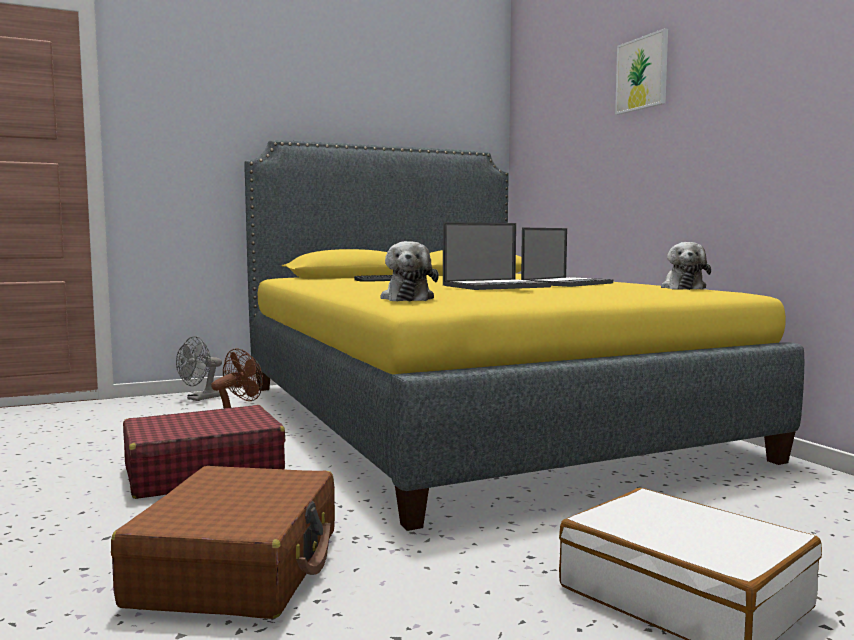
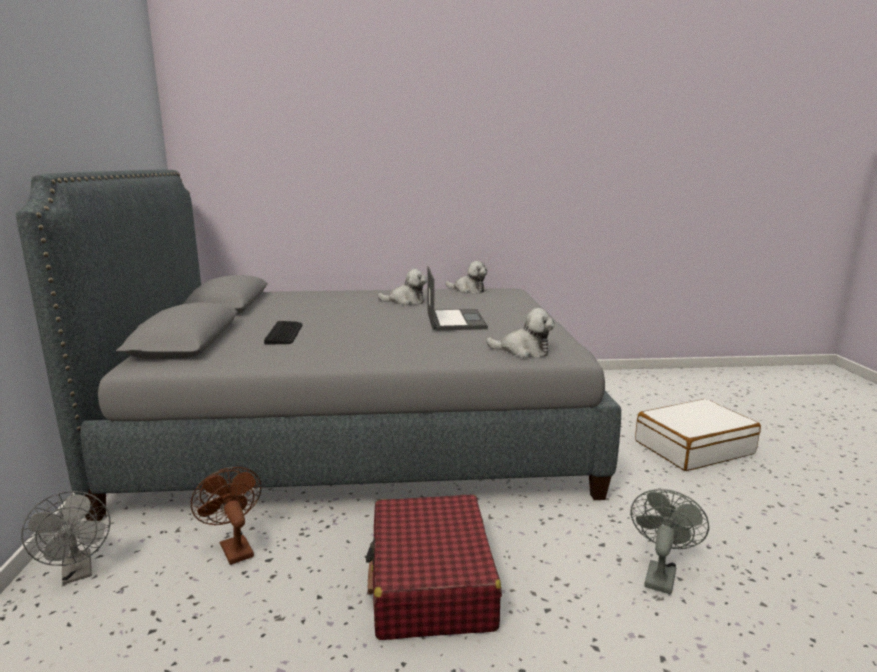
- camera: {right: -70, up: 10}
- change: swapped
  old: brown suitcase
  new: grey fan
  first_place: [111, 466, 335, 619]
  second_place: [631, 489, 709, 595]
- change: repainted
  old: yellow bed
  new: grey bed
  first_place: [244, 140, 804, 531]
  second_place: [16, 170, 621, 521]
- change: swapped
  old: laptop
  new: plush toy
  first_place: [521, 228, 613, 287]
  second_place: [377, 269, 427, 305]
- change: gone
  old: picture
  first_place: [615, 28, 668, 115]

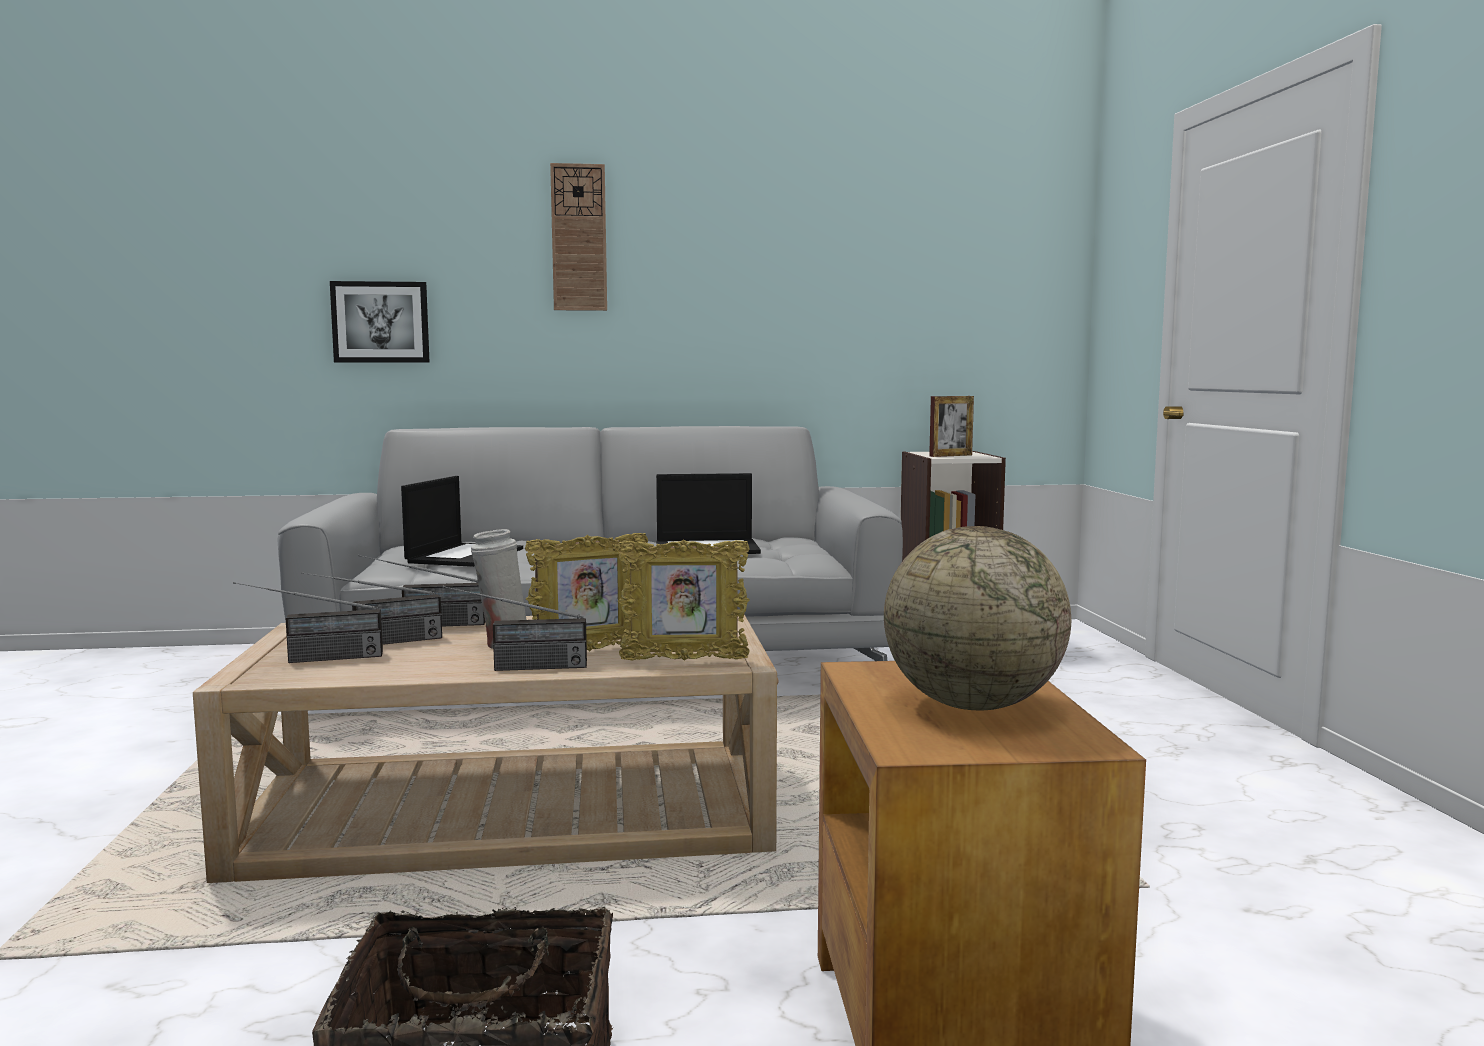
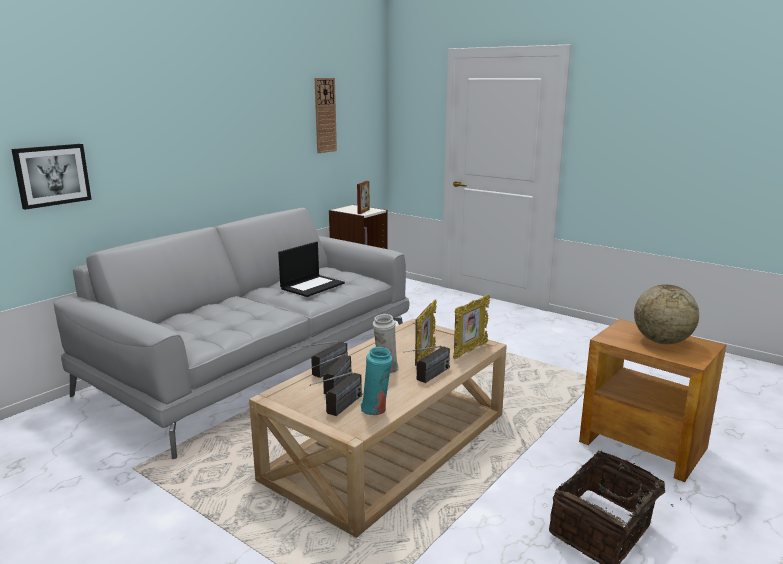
- camera: {right: -45, up: 10}
- change: gone
  old: laptop
  first_place: [401, 476, 523, 567]
- change: shifted
  old: wall clock
  first_place: [550, 163, 607, 311]
  second_place: [315, 78, 337, 153]
- change: new
  new: turquoise vase
  second_place: [361, 347, 393, 415]

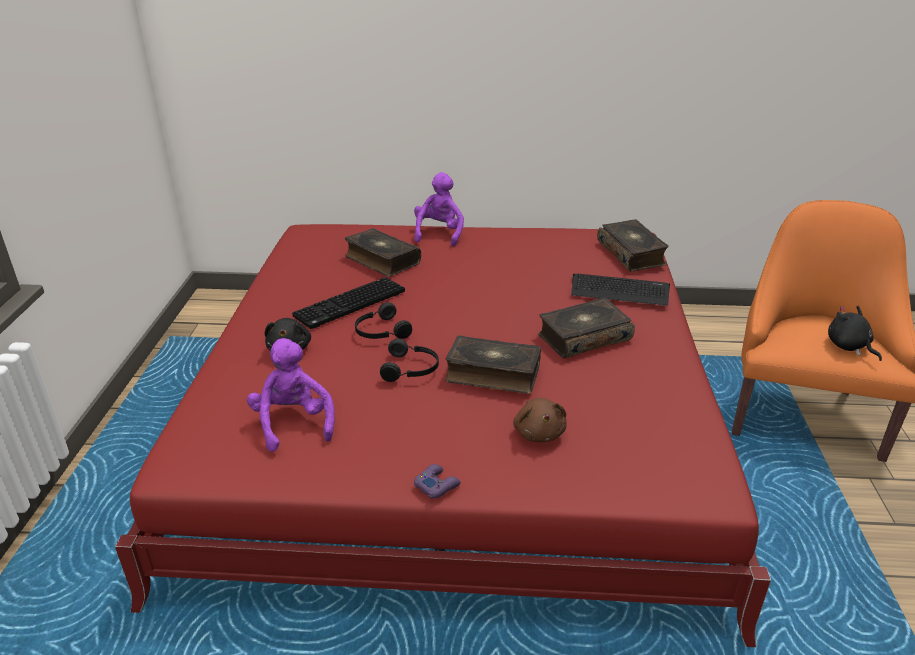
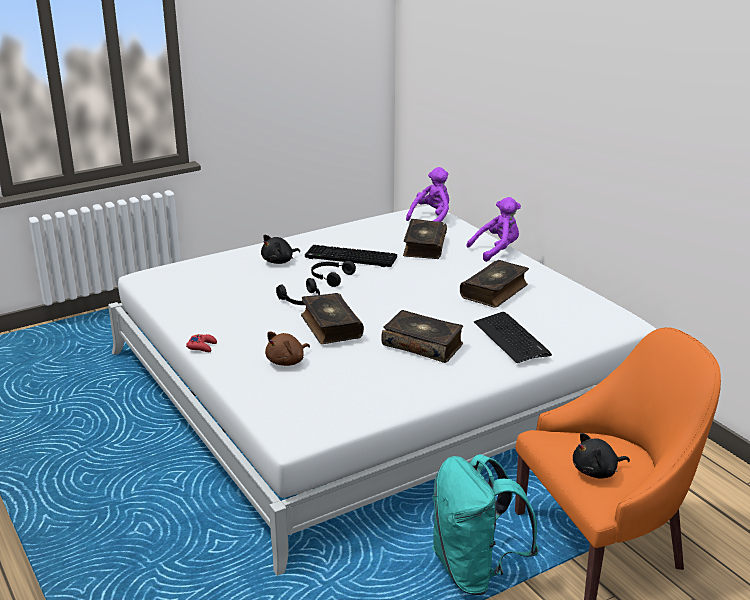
- camera: {right: 55, up: -5}
- change: repainted
  old: red bed
  new: white bed
  first_place: [115, 224, 771, 647]
  second_place: [108, 205, 656, 576]
- change: shifted
  old: purple plush toy
  first_place: [247, 338, 335, 452]
  second_place: [406, 167, 449, 222]
- change: repainted
  old: purple game controller
  new: red game controller
  first_place: [414, 464, 461, 499]
  second_place: [186, 334, 217, 352]
- change: shifted
  old: book
  first_place: [597, 219, 669, 271]
  second_place: [460, 260, 529, 307]
- change: rotated
  old: black plush toy
  first_place: [828, 306, 882, 361]
  second_place: [573, 433, 630, 479]
  degrees: -135
- change: new
  new: turquoise backpack
  second_place: [432, 454, 539, 595]

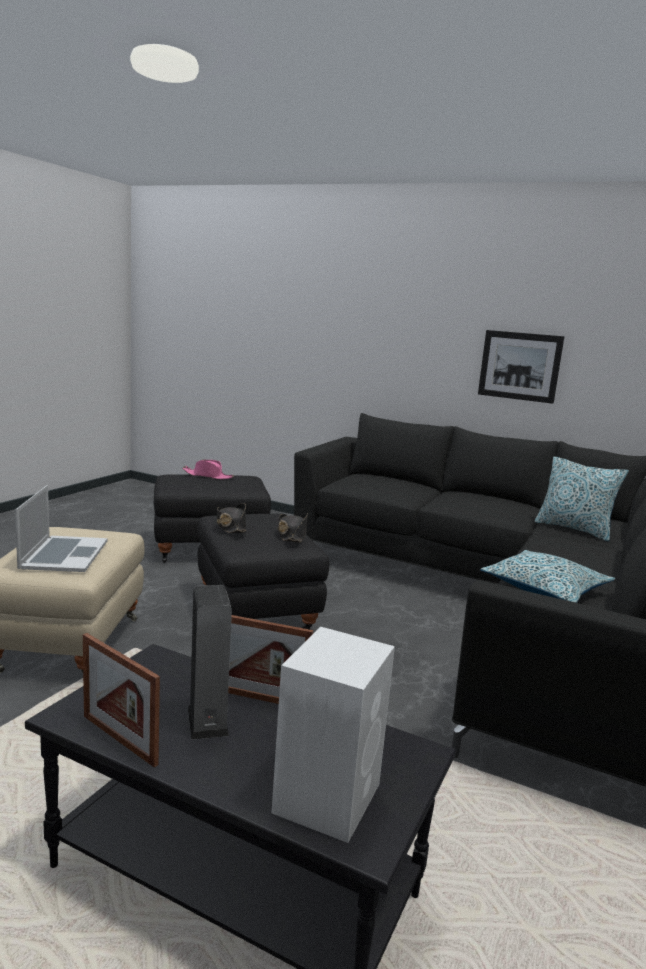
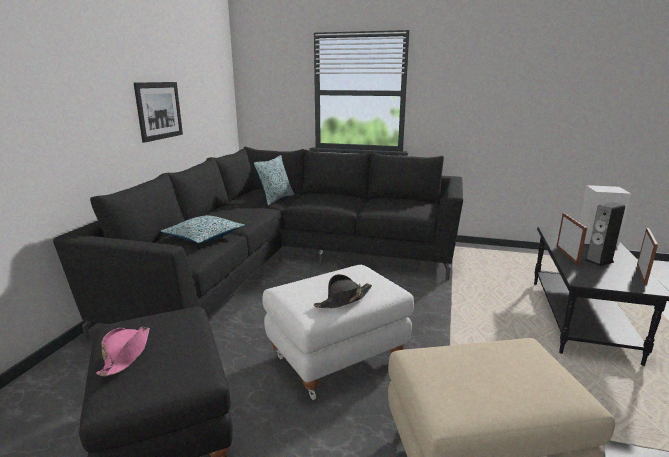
- camera: {right: -100, up: 5}
- change: gone
  old: laptop
  first_place: [15, 485, 107, 572]
- change: repainted
  old: black ottoman
  new: white ottoman
  first_place: [198, 514, 329, 630]
  second_place: [262, 265, 414, 400]
- change: gone
  old: black hat
  first_place: [278, 513, 308, 543]
- change: shifted
  old: pillow
  first_place: [480, 550, 615, 603]
  second_place: [161, 215, 245, 244]

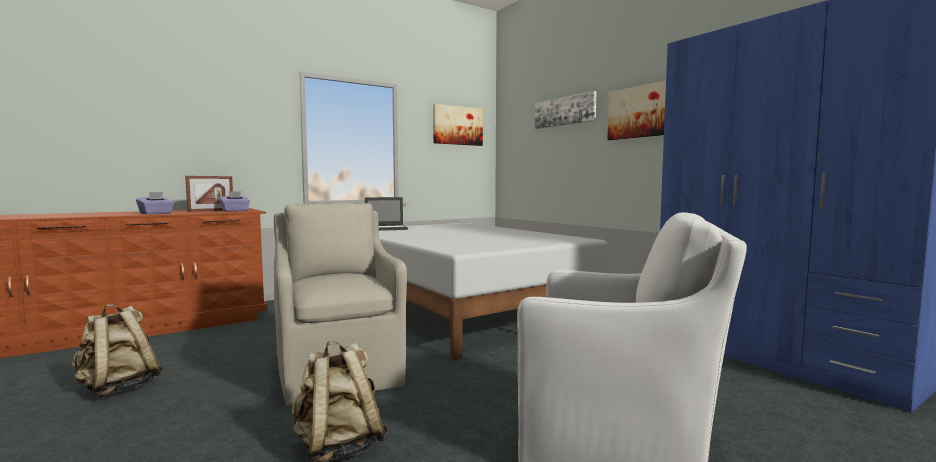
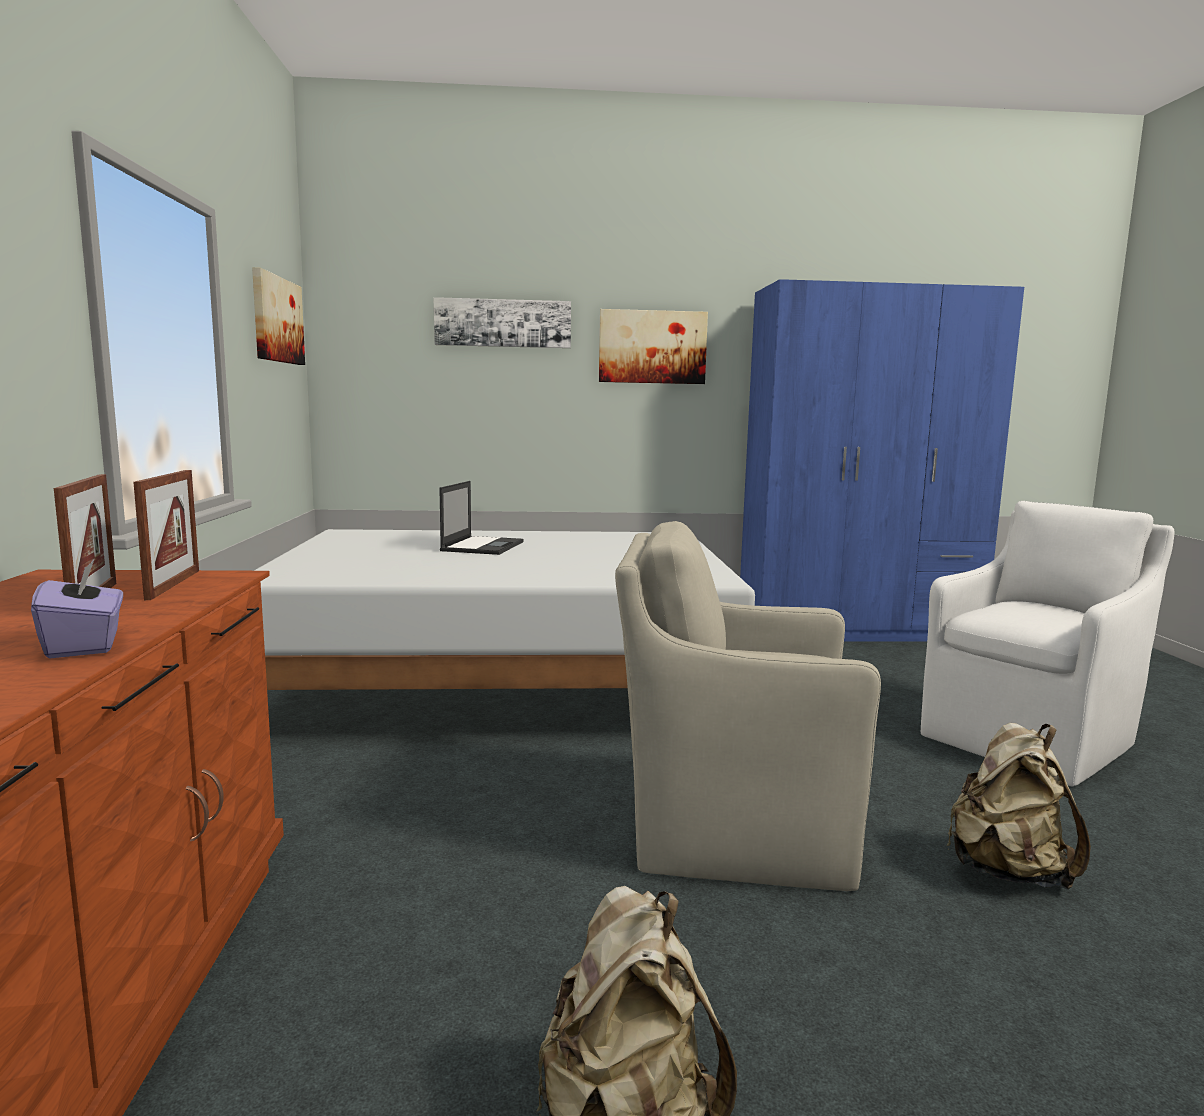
- camera: {right: -60, up: 5}
- change: swapped
  old: purple tissue box
  new: picture frame
  first_place: [219, 191, 250, 212]
  second_place: [133, 470, 199, 600]
- change: shifted
  old: laptop
  first_place: [365, 197, 408, 231]
  second_place: [439, 481, 523, 555]

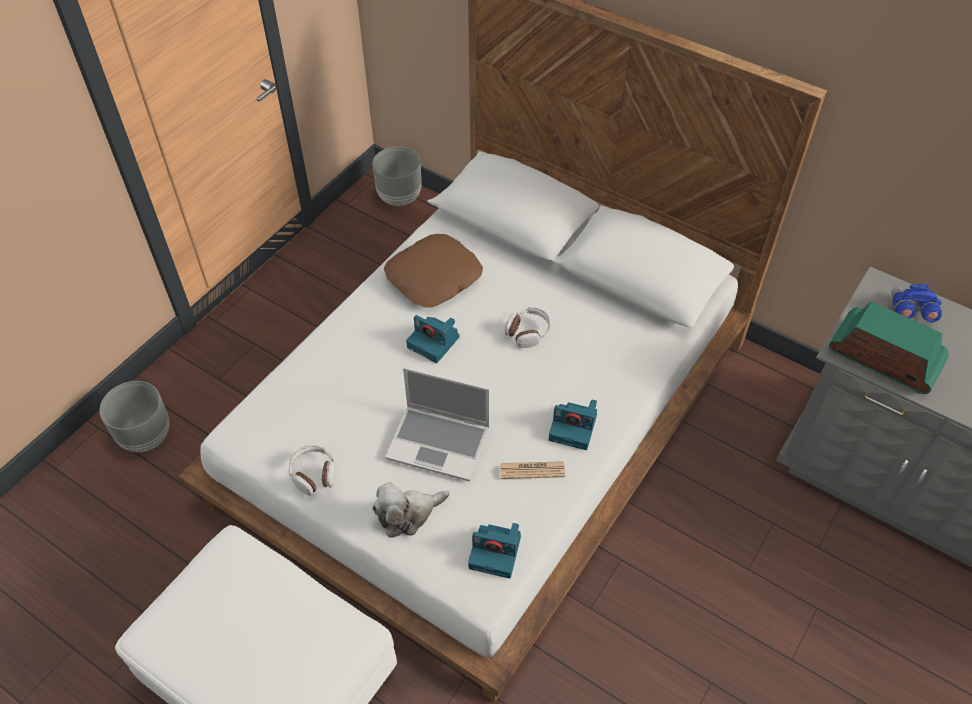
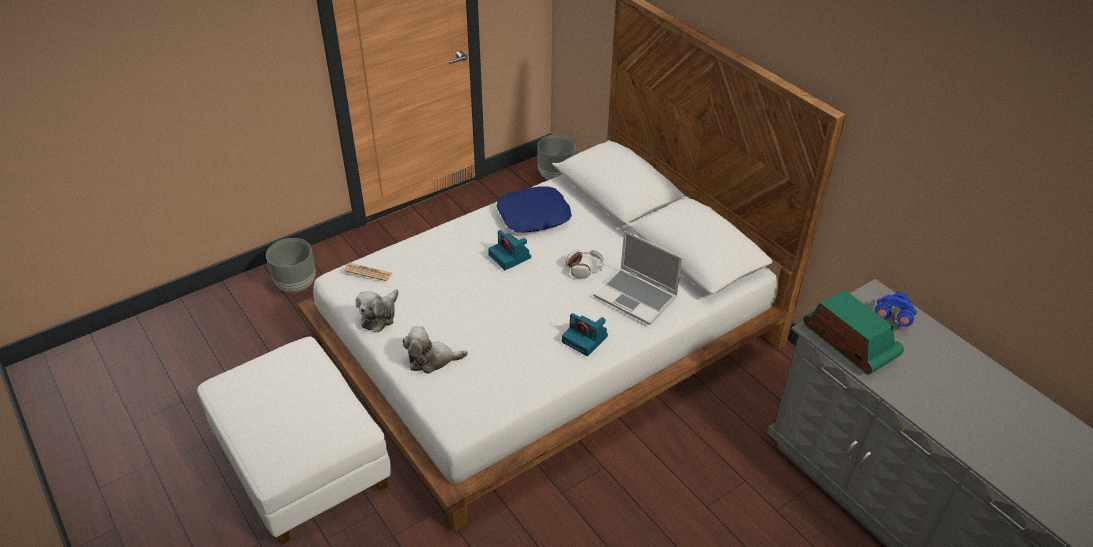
- camera: {right: 20, up: -10}
- change: swapped
  old: headphones
  new: plush toy
  first_place: [289, 445, 336, 496]
  second_place: [356, 289, 398, 333]
- change: repainted
  old: brown pillow
  new: blue pillow
  first_place: [384, 234, 483, 307]
  second_place: [496, 186, 572, 233]
- change: shifted
  old: laptop
  first_place: [385, 367, 490, 482]
  second_place: [593, 231, 682, 325]
- change: gone
  old: photo camera
  first_place: [468, 523, 521, 579]
- change: shifted
  old: newspaper
  first_place: [500, 461, 565, 479]
  second_place: [344, 263, 392, 281]

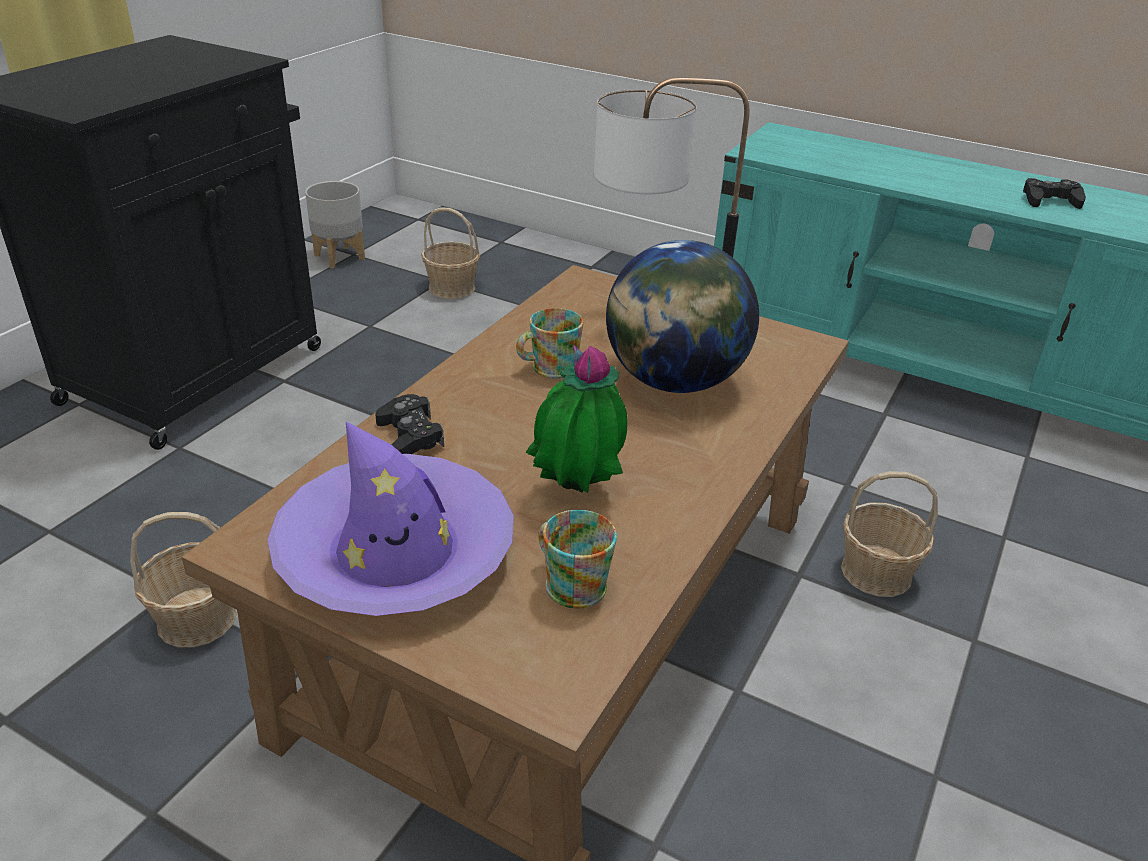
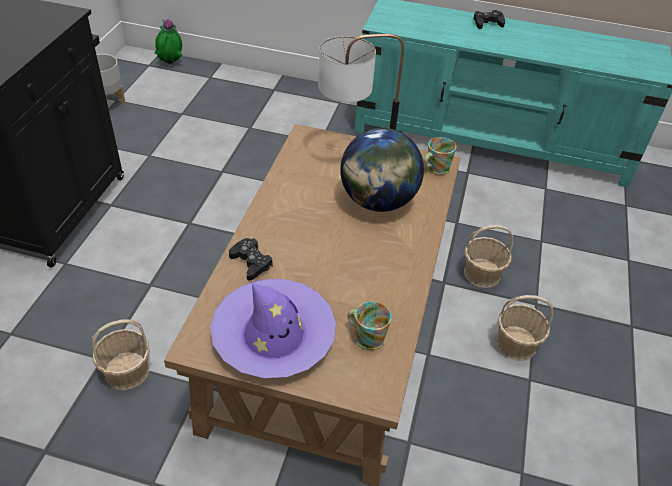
- camera: {right: -15, up: 10}
- change: shifted
  old: basket
  first_place: [421, 207, 480, 299]
  second_place: [496, 295, 553, 361]
- change: shifted
  old: mug
  first_place: [516, 308, 584, 379]
  second_place: [423, 137, 456, 175]
- change: shifted
  old: potted plant
  first_place: [526, 345, 628, 493]
  second_place: [155, 19, 183, 64]
- change: shifted
  old: black game controller
  first_place: [1023, 178, 1086, 209]
  second_place: [473, 10, 505, 29]

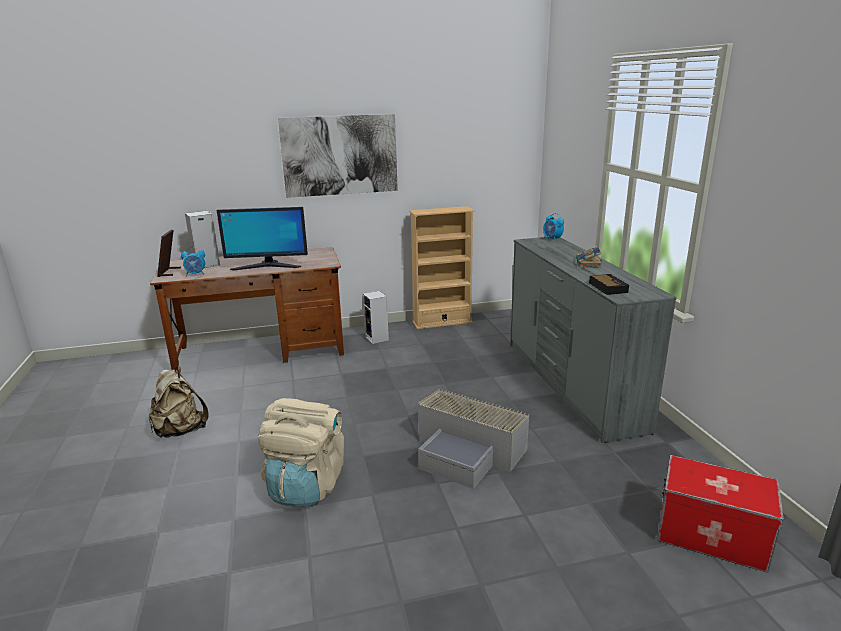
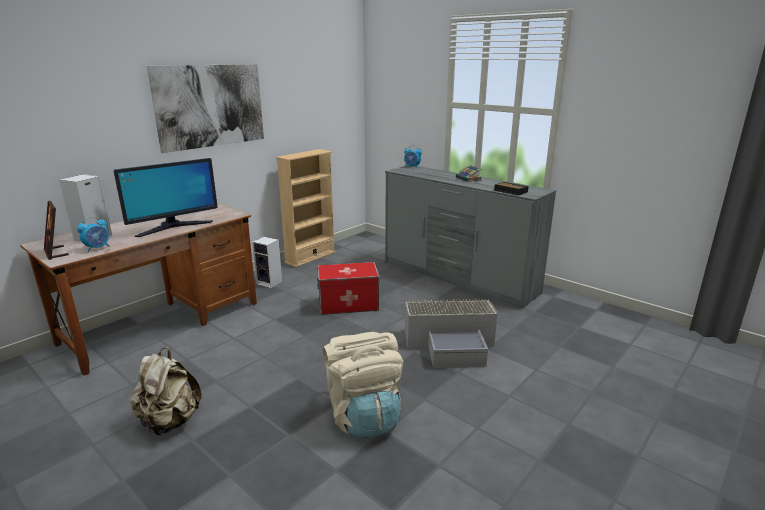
- camera: {right: -35, up: 0}
- change: shifted
  old: storage box
  first_place: [657, 455, 784, 572]
  second_place: [317, 262, 380, 315]

